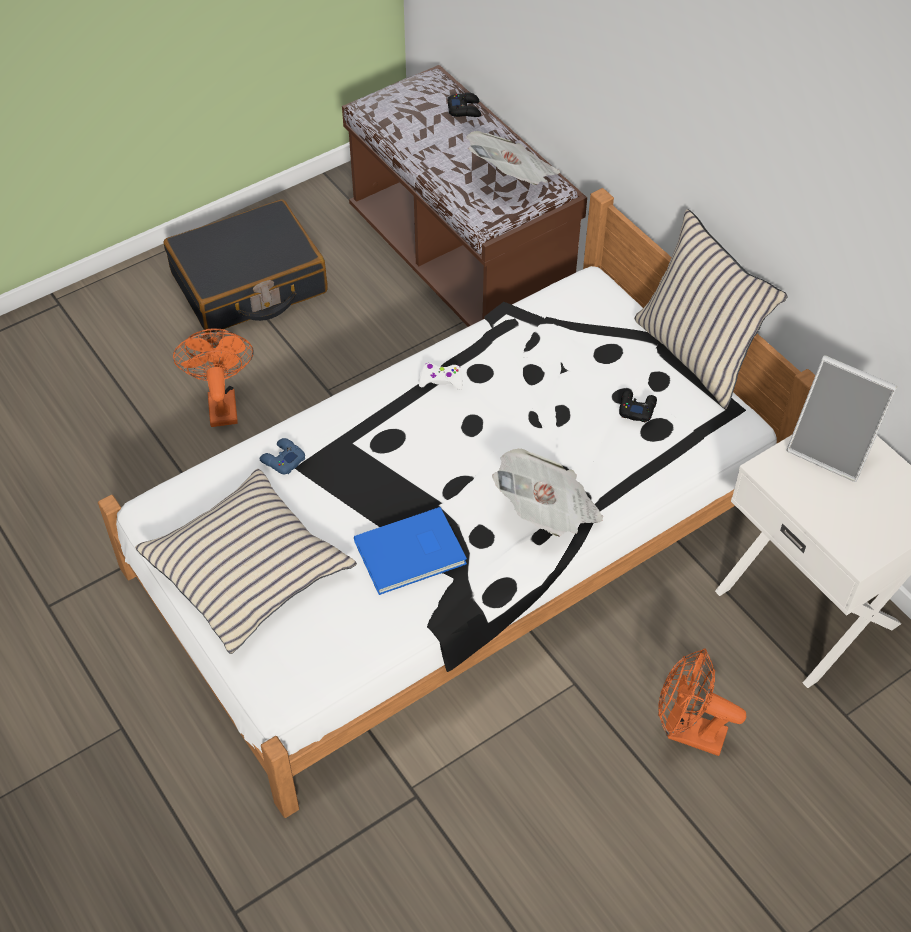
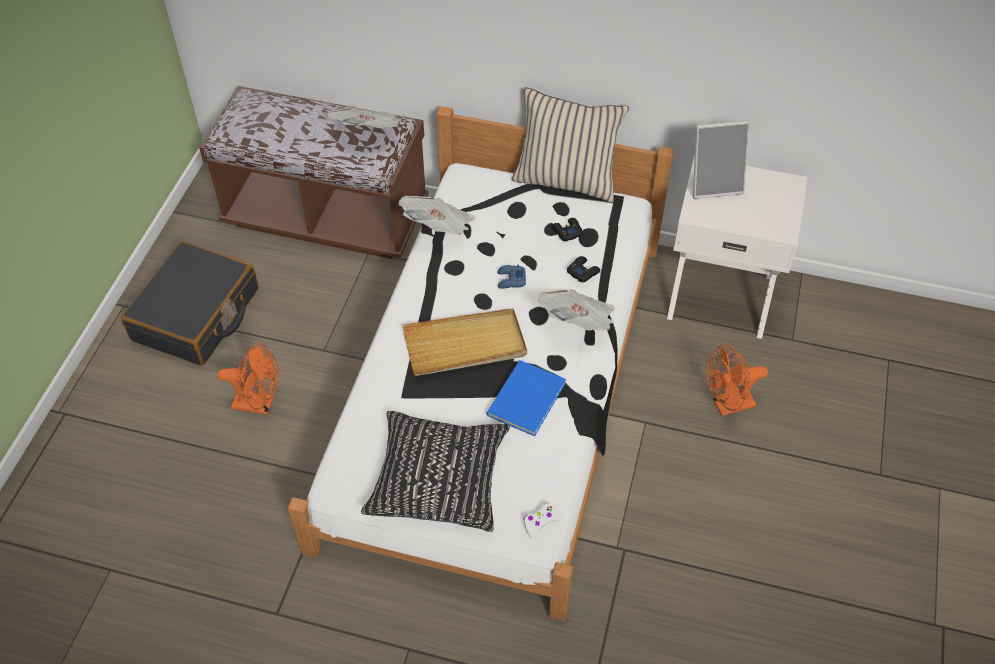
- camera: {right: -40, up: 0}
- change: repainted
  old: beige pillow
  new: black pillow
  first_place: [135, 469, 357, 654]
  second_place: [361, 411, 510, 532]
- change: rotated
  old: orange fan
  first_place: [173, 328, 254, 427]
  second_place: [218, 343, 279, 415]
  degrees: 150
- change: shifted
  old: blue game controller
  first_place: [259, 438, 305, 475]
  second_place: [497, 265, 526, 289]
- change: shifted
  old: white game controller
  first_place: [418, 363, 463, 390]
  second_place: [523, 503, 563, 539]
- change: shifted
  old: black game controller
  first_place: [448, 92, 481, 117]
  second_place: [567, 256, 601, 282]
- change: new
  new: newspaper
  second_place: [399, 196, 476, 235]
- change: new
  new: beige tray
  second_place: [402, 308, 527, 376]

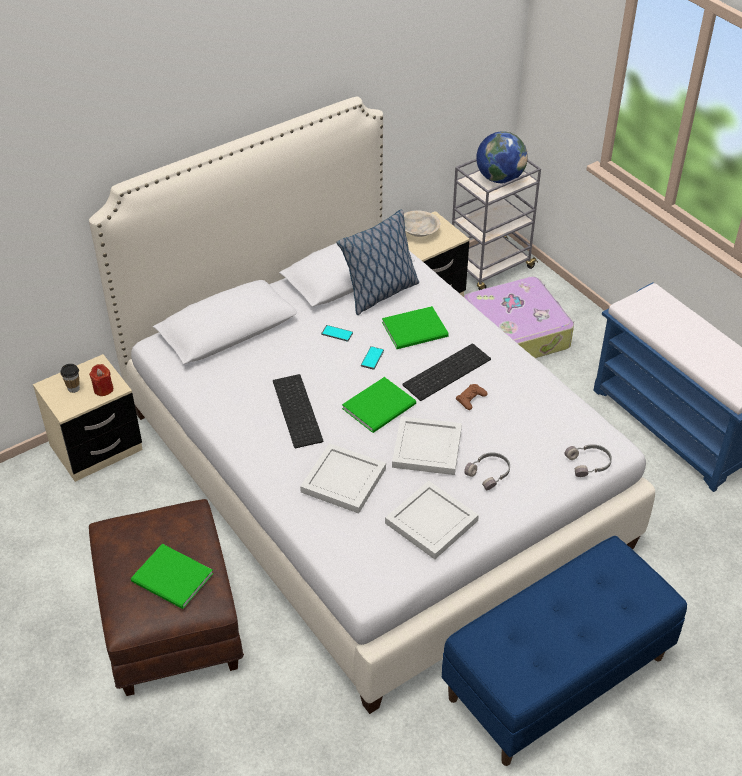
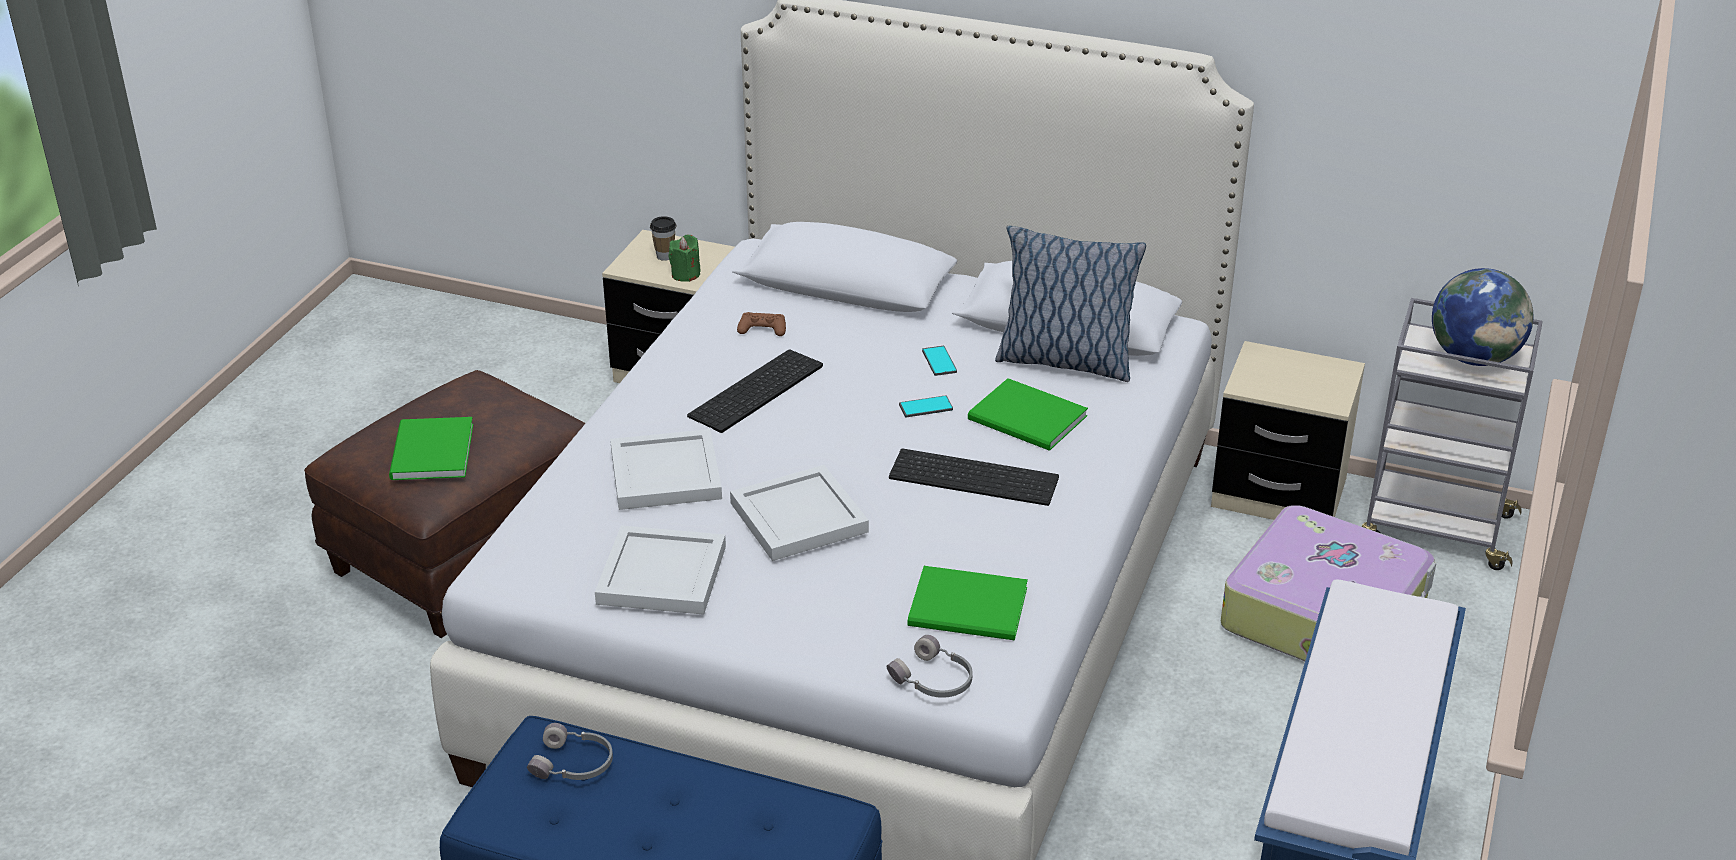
- camera: {right: 55, up: -10}
- change: repainted
  old: red candle
  new: green candle
  first_place: [89, 364, 113, 396]
  second_place: [669, 235, 700, 282]
- change: shifted
  old: green book
  first_place: [342, 377, 416, 433]
  second_place: [908, 566, 1028, 640]
- change: gone
  old: beige bowl
  first_place: [404, 211, 440, 237]
- change: shifted
  old: brown game controller
  first_place: [456, 384, 488, 410]
  second_place: [737, 312, 786, 336]
- change: shifted
  old: grey headphones
  first_place: [464, 452, 510, 490]
  second_place: [527, 723, 613, 780]

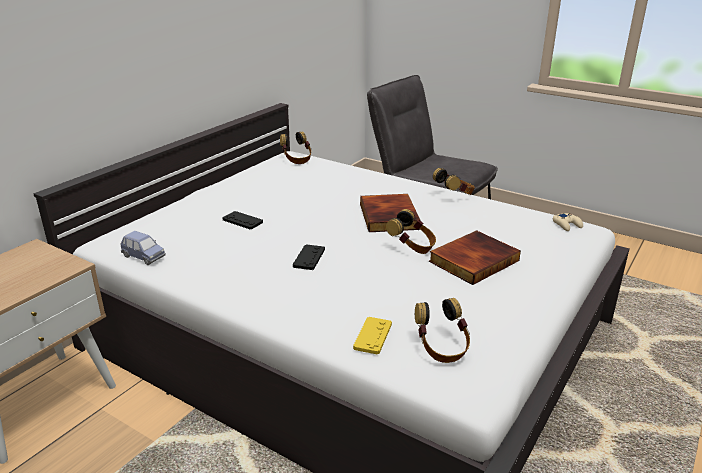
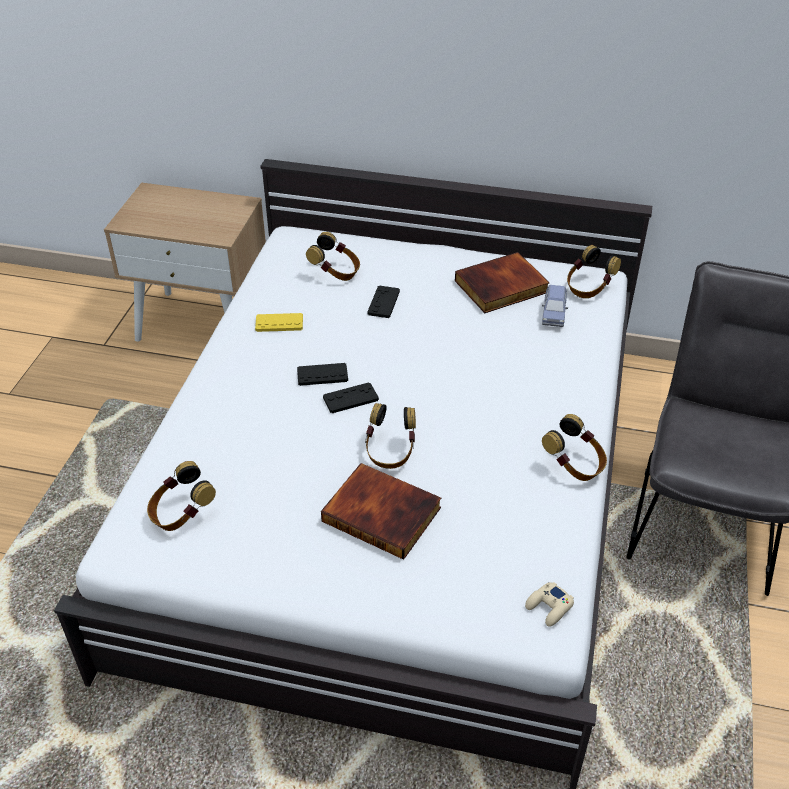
- camera: {right: 70, up: 15}
- change: shifted
  old: blue toy car
  first_place: [120, 231, 166, 265]
  second_place: [542, 285, 568, 327]
- change: shifted
  old: yellow game controller
  first_place: [353, 317, 392, 355]
  second_place: [255, 313, 303, 332]
- change: shifted
  old: book
  first_place: [360, 194, 421, 232]
  second_place: [455, 252, 550, 313]
- change: new
  new: headphones
  second_place: [306, 232, 360, 281]
- change: new
  new: black game controller
  second_place: [323, 382, 379, 413]

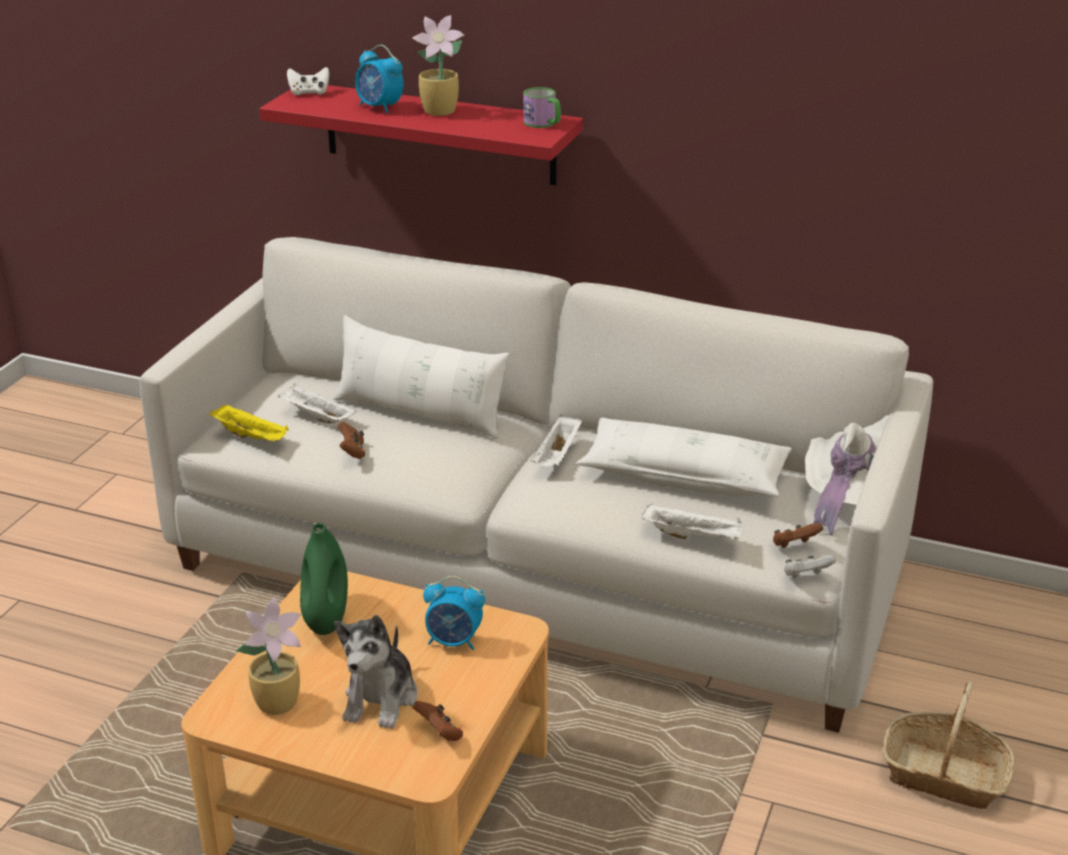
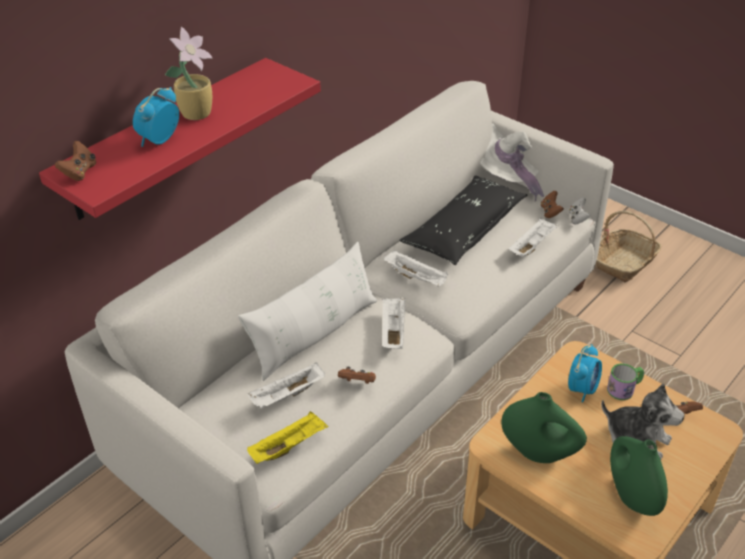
- camera: {right: -70, up: 10}
- change: swapped
  old: potted plant
  new: green vase
  first_place: [236, 597, 301, 715]
  second_place: [610, 436, 668, 516]
- change: repainted
  old: white game controller
  new: brown game controller
  first_place: [287, 67, 329, 95]
  second_place: [55, 141, 96, 181]
- change: rotated
  old: alarm clock
  first_place: [355, 45, 403, 113]
  second_place: [133, 87, 179, 147]
  degrees: 150
- change: shifted
  old: mug
  first_place: [524, 87, 561, 128]
  second_place: [607, 363, 644, 400]
- change: repainted
  old: white pillow
  new: black pillow
  first_place: [576, 418, 792, 497]
  second_place: [399, 175, 527, 265]
- change: new
  new: white tray
  second_place: [382, 297, 405, 349]

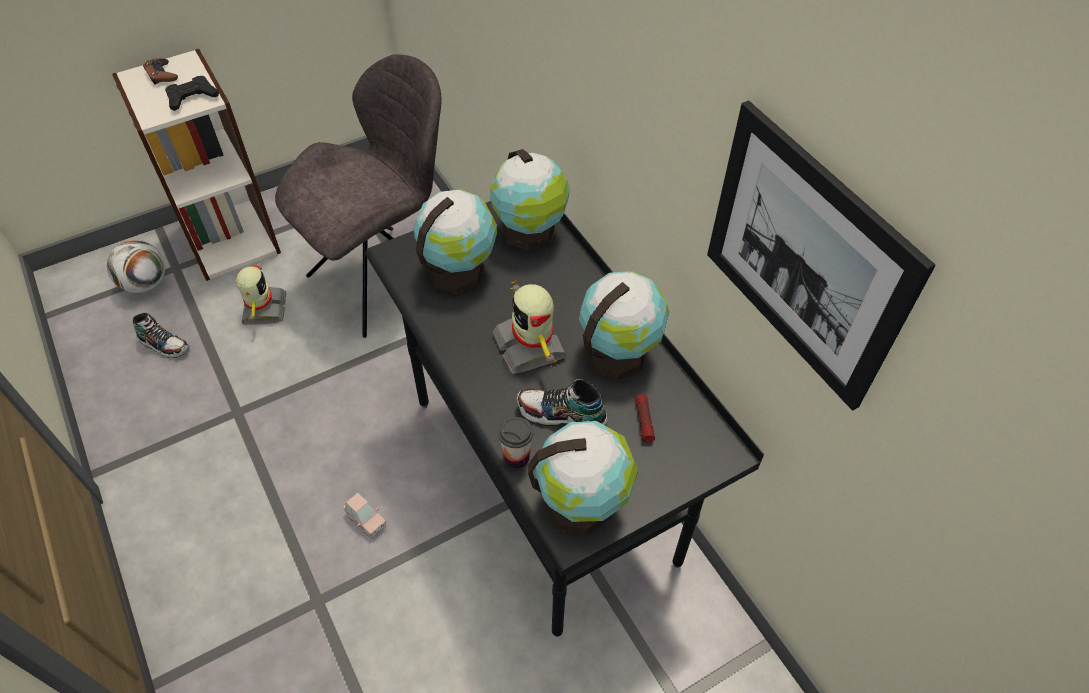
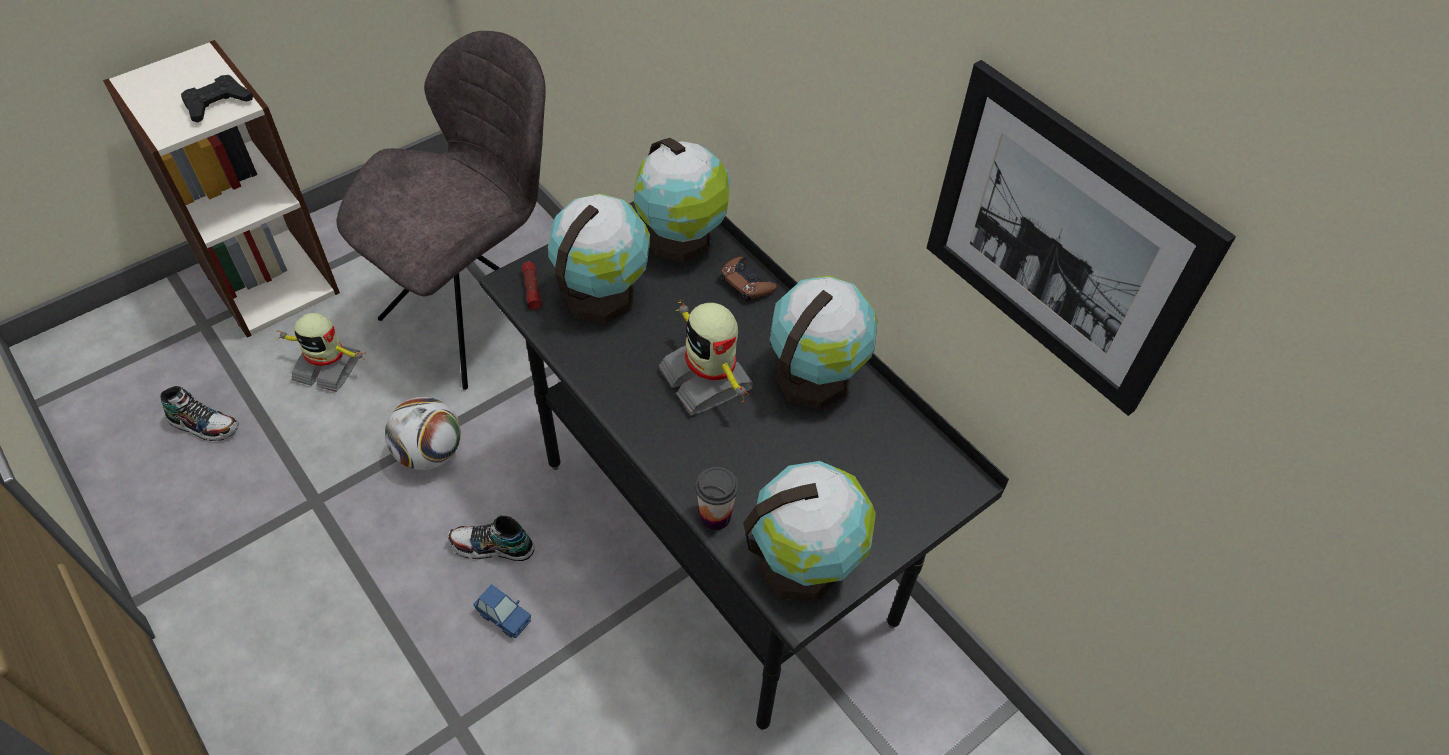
- camera: {right: -10, up: 0}
- change: shifted
  old: football
  first_place: [107, 240, 165, 293]
  second_place: [385, 397, 461, 470]
- change: shifted
  old: brown game controller
  first_place: [143, 58, 178, 85]
  second_place: [721, 257, 777, 302]
- change: rotated
  old: toy robot
  first_place: [236, 262, 286, 325]
  second_place: [276, 313, 365, 392]
  degrees: 120
- change: repainted
  old: pink toy car
  new: blue toy car
  first_place: [343, 493, 386, 538]
  second_place: [473, 584, 531, 638]
- change: shifted
  old: shoe
  first_place: [517, 379, 608, 426]
  second_place: [448, 515, 535, 561]
- change: shifted
  old: flashlight
  first_place: [635, 394, 655, 442]
  second_place: [522, 262, 542, 310]

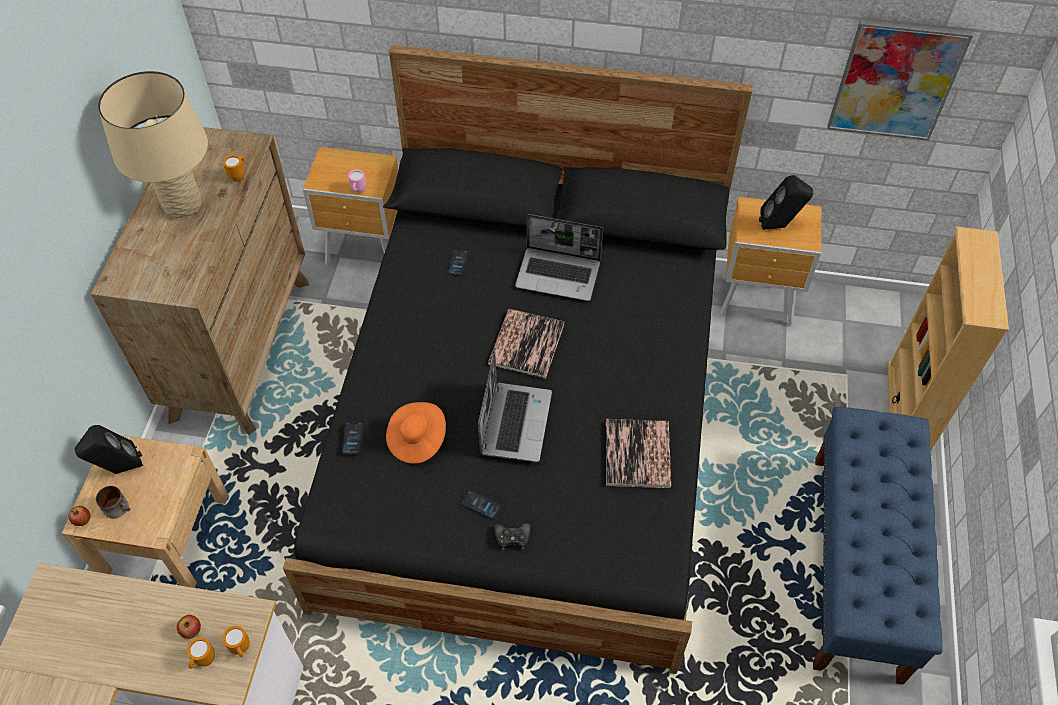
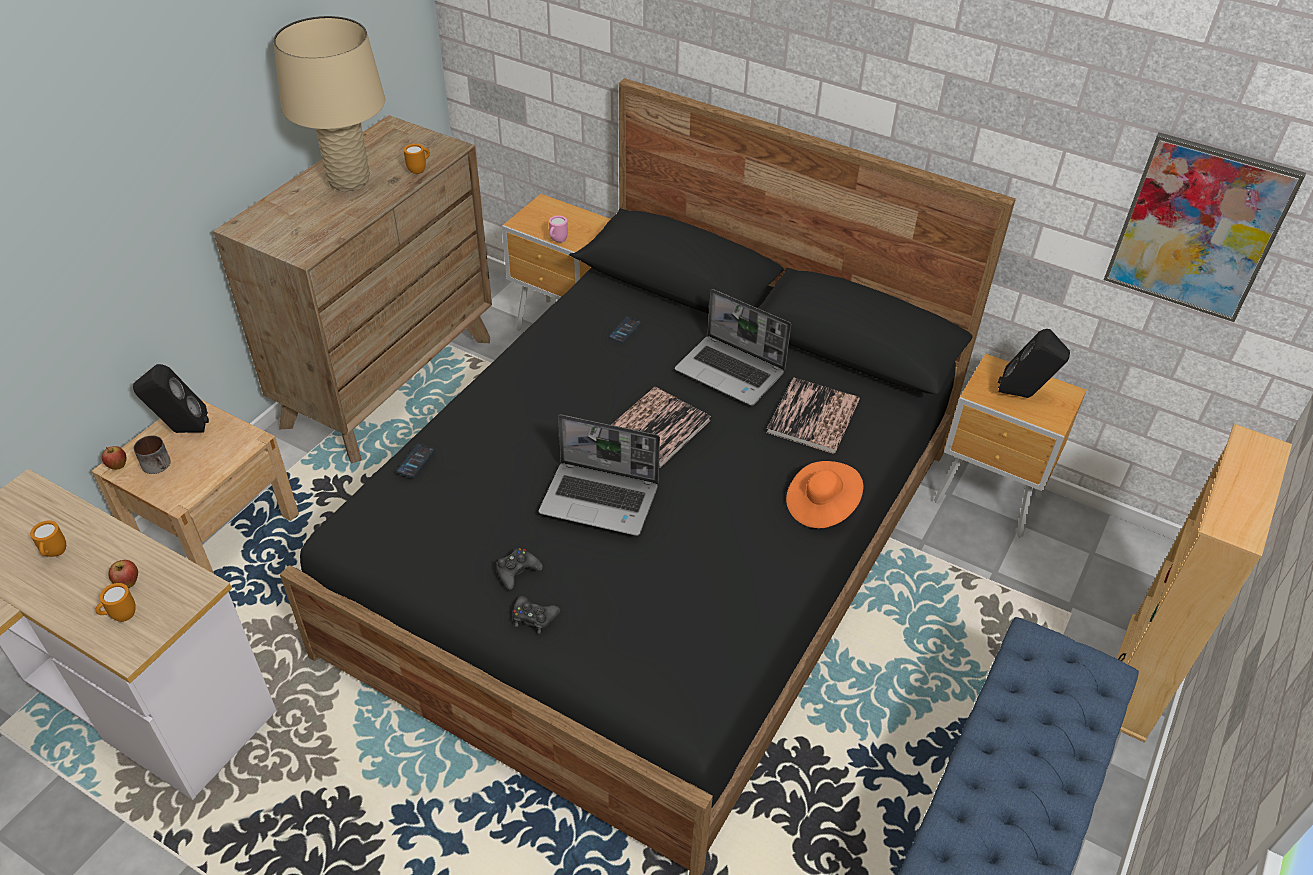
- camera: {right: 20, up: -10}
- change: shifted
  old: orange mug
  first_place: [222, 626, 250, 657]
  second_place: [30, 520, 66, 557]
- change: shifted
  old: orange hat
  first_place: [386, 402, 446, 464]
  second_place: [786, 461, 863, 528]
- change: swapped
  old: phone
  new: black game controller
  first_place: [461, 490, 501, 519]
  second_place: [496, 548, 543, 590]
- change: rotated
  old: laptop
  first_place: [478, 352, 552, 462]
  second_place: [539, 415, 660, 536]
  degrees: 75
- change: shifted
  old: book
  first_place: [606, 419, 671, 488]
  second_place: [766, 377, 860, 454]

